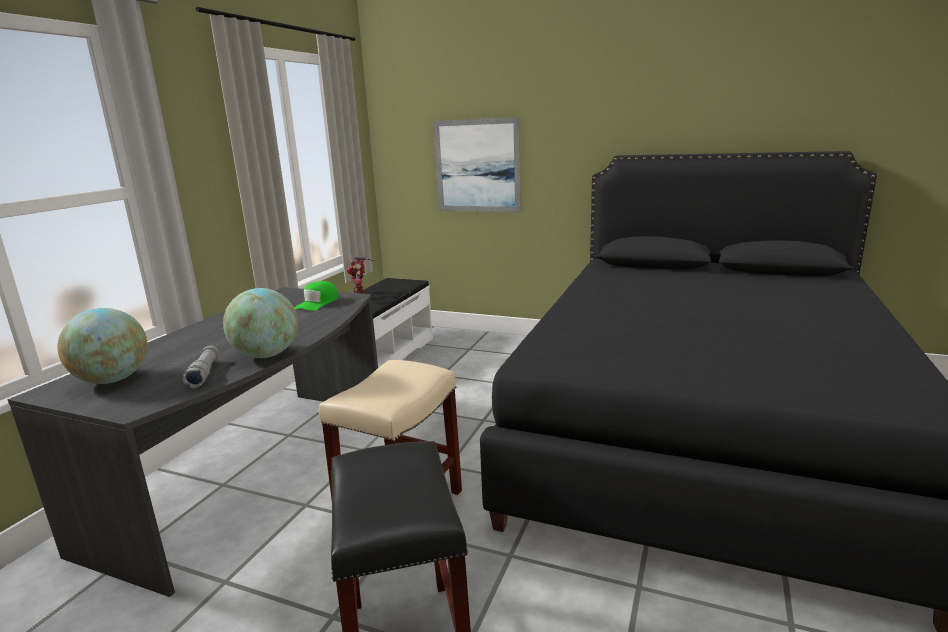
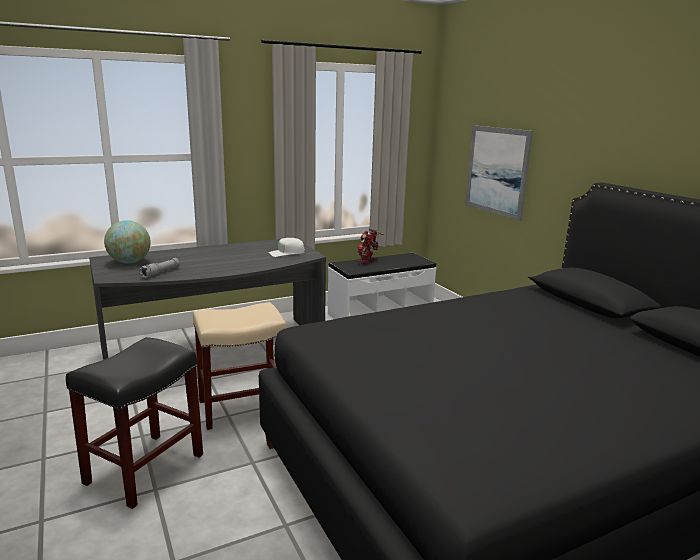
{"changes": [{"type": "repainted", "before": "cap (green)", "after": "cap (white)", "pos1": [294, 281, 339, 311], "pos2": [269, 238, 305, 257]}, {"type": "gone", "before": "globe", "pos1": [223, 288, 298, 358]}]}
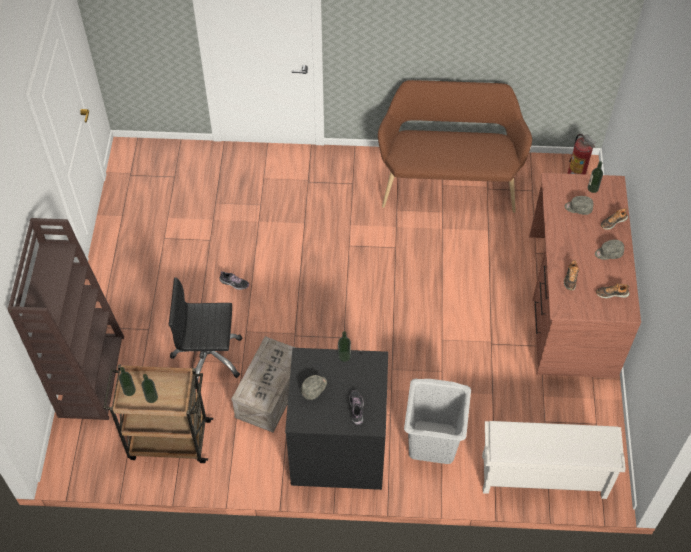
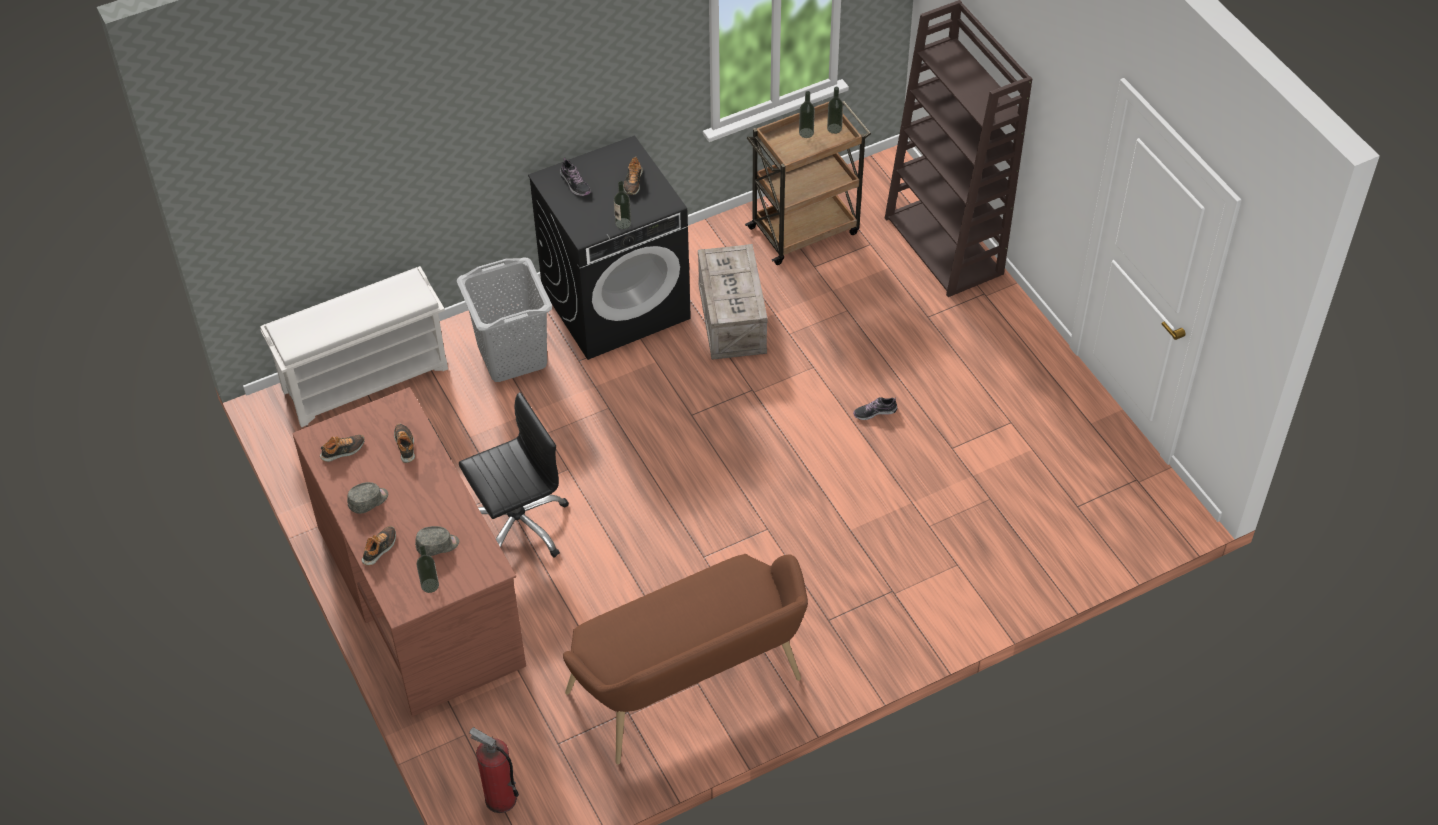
{"changes": [{"type": "shifted", "before": "office chair (black)", "pos1": [169, 278, 243, 389], "pos2": [459, 392, 569, 558]}, {"type": "swapped", "before": "cap (grey)", "after": "shoe", "pos1": [301, 375, 327, 400], "pos2": [624, 157, 643, 195]}]}
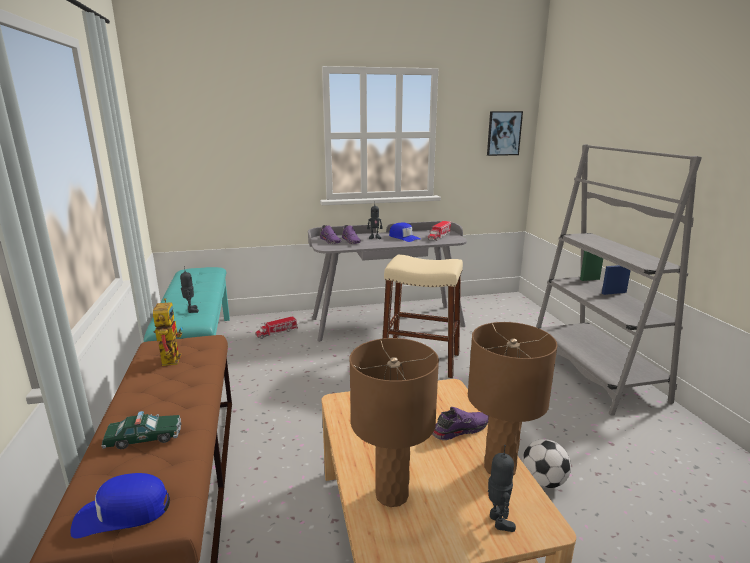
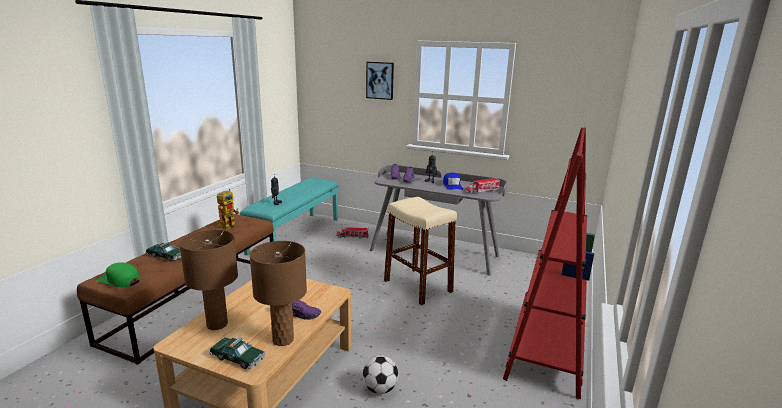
{"changes": [{"type": "shifted", "before": "picture", "pos1": [487, 111, 523, 156], "pos2": [366, 62, 394, 100]}, {"type": "repainted", "before": "bookcase (grey)", "after": "bookcase (red)", "pos1": [536, 144, 702, 415], "pos2": [503, 128, 595, 399]}, {"type": "swapped", "before": "toy robot", "after": "toy car", "pos1": [488, 445, 516, 532], "pos2": [209, 337, 265, 369]}, {"type": "repainted", "before": "cap (blue)", "after": "cap (green)", "pos1": [70, 473, 170, 539], "pos2": [97, 262, 140, 287]}]}
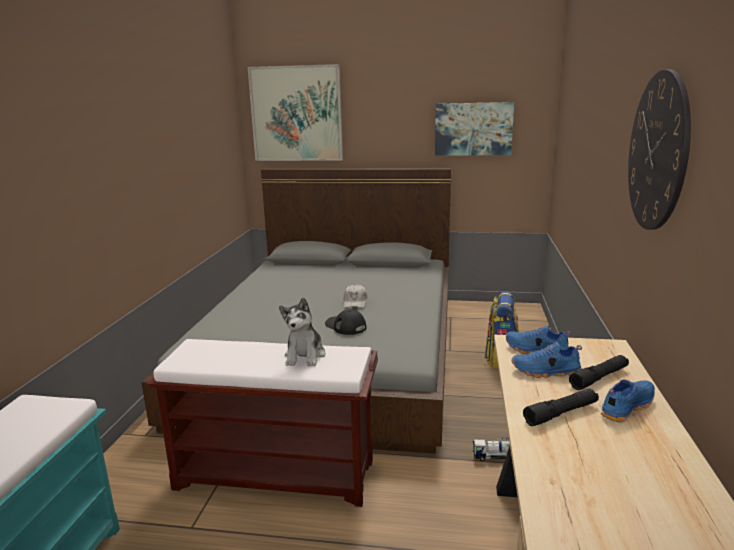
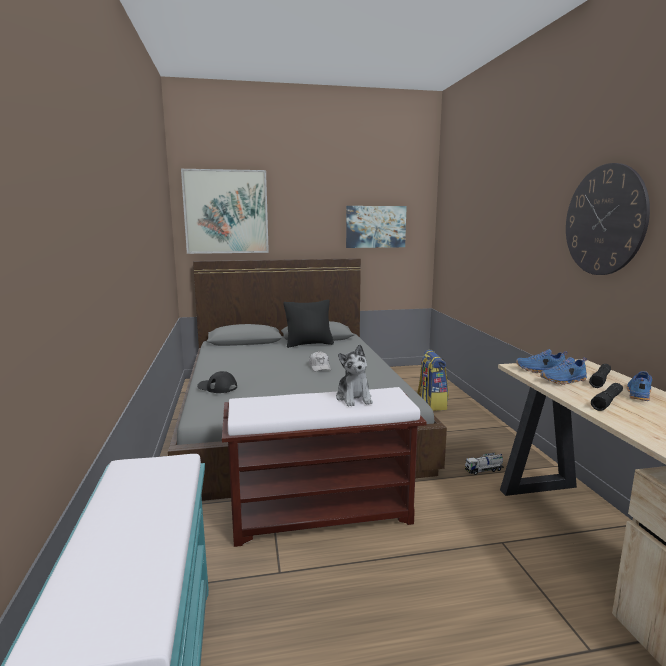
{"changes": [{"type": "shifted", "before": "cap (black)", "pos1": [325, 309, 366, 335], "pos2": [197, 371, 237, 393]}, {"type": "new", "after": "pillow (black)", "pos2": [284, 300, 334, 348]}]}
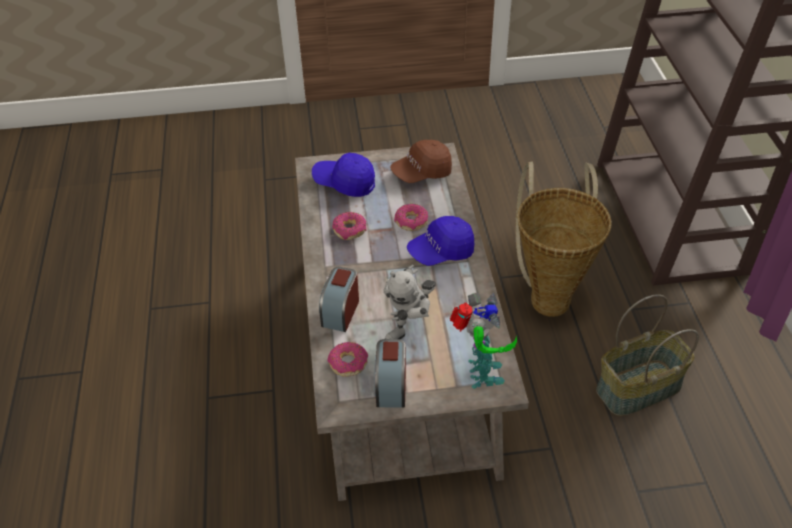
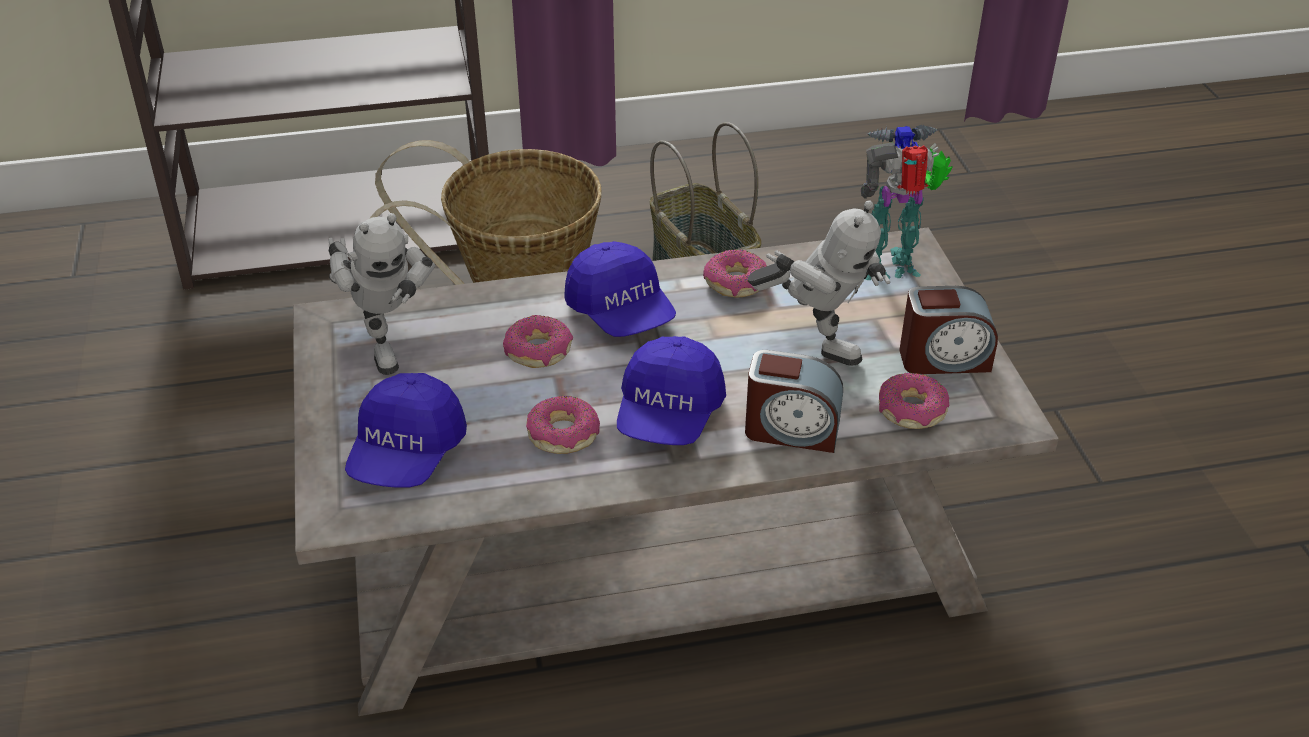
{"changes": [{"type": "swapped", "before": "cap (brown)", "after": "toy robot", "pos1": [390, 140, 452, 183], "pos2": [329, 213, 435, 375]}, {"type": "new", "after": "donut", "pos2": [703, 249, 767, 297]}, {"type": "new", "after": "cap (blue)", "pos2": [617, 336, 726, 445]}]}
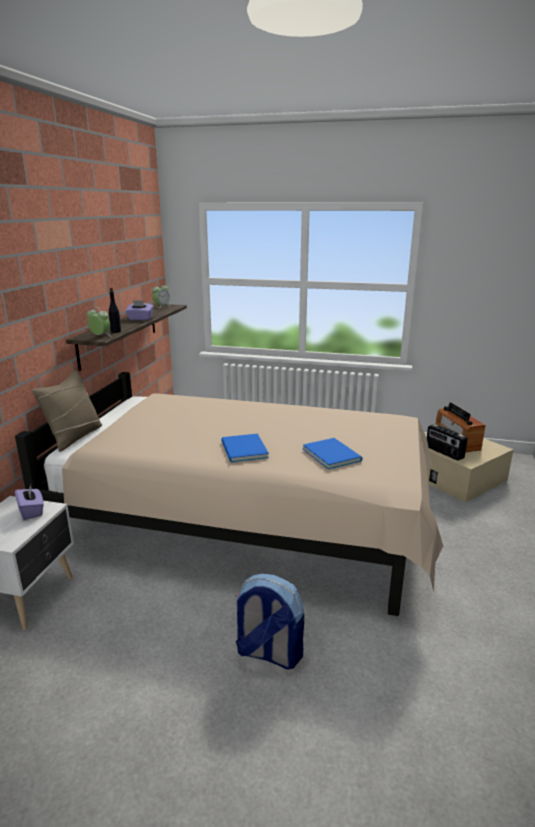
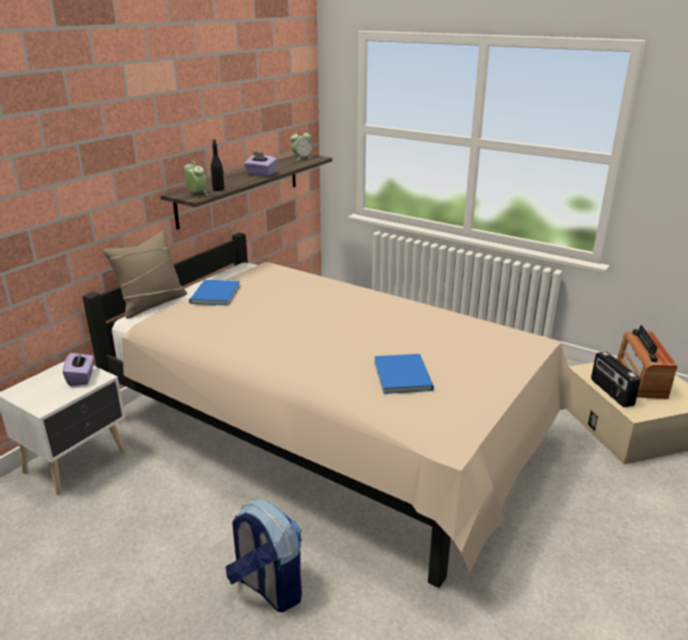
{"changes": [{"type": "shifted", "before": "book (blue)", "pos1": [221, 434, 269, 462], "pos2": [189, 280, 240, 305]}]}
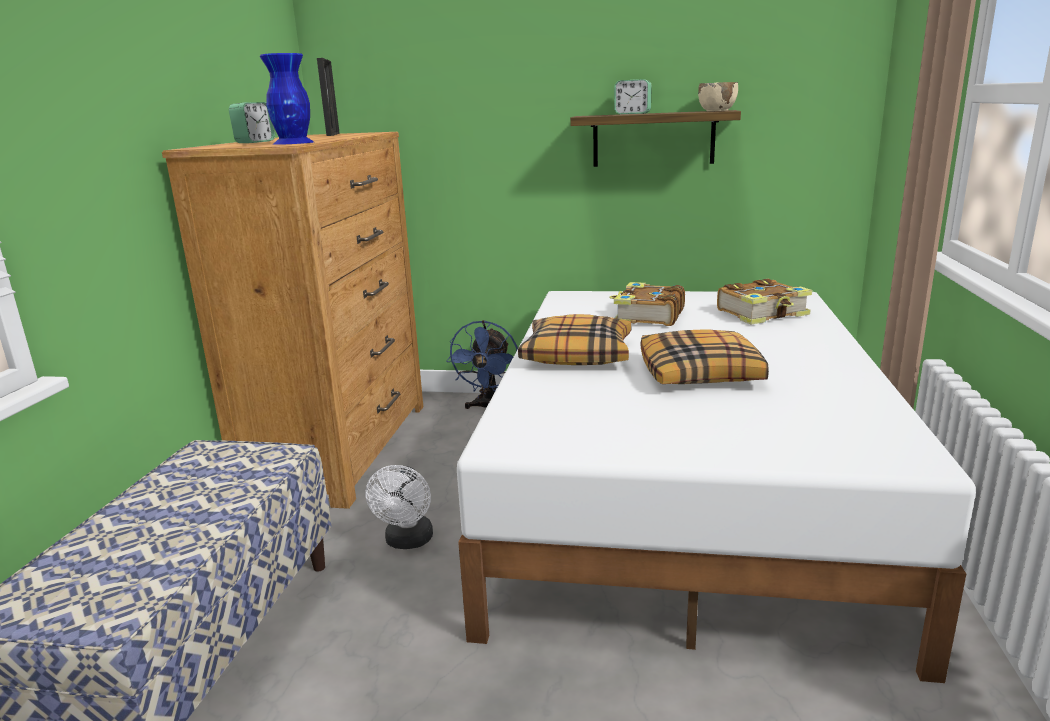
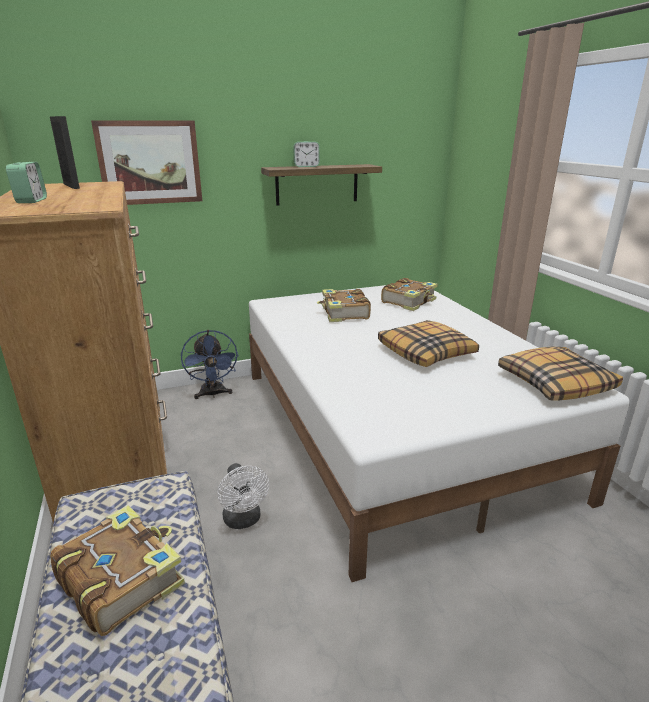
{"changes": [{"type": "gone", "before": "vase (blue)", "pos1": [260, 53, 314, 145]}, {"type": "gone", "before": "bowl (beige)", "pos1": [698, 82, 738, 111]}, {"type": "shifted", "before": "pillow", "pos1": [518, 314, 632, 365], "pos2": [498, 346, 623, 401]}, {"type": "new", "after": "picture", "pos2": [91, 120, 202, 205]}, {"type": "new", "after": "book", "pos2": [50, 505, 185, 636]}]}
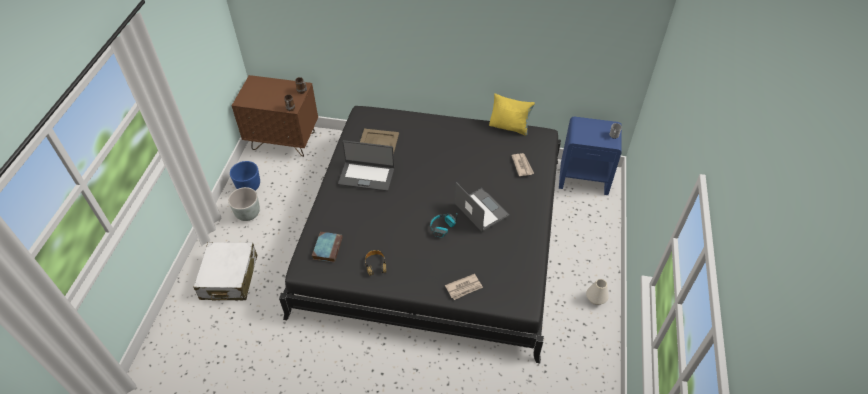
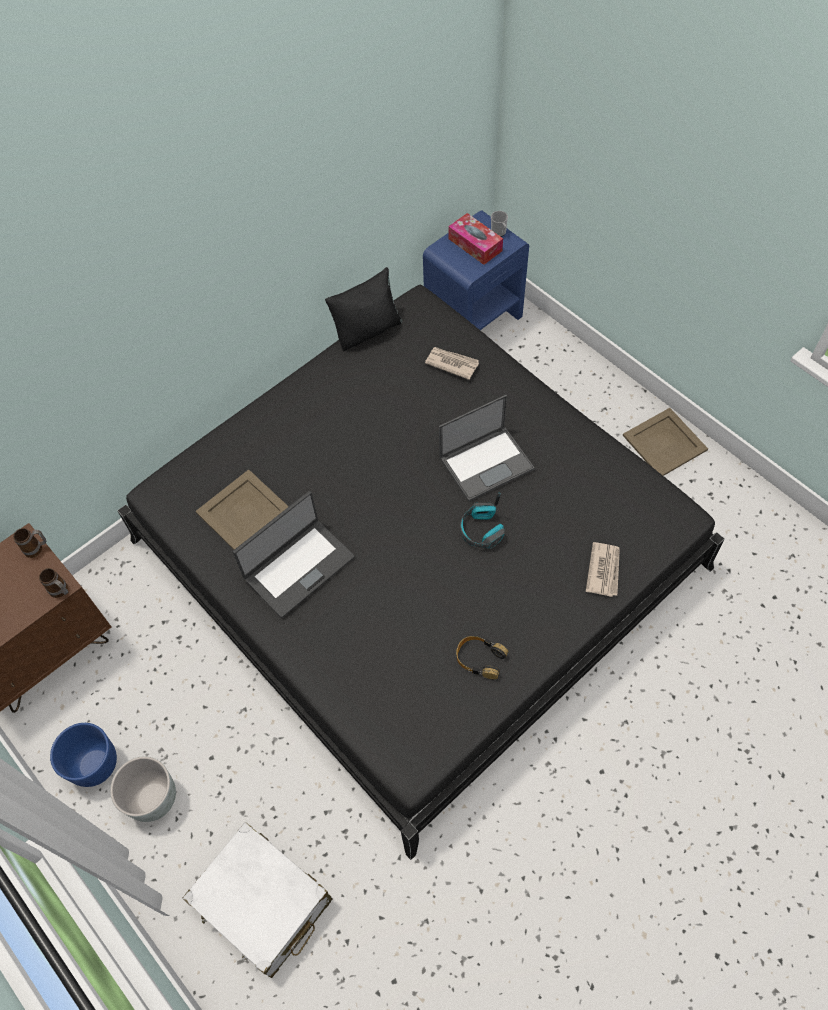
{"changes": [{"type": "repainted", "before": "pillow (yellow)", "after": "pillow (black)", "pos1": [489, 93, 535, 136], "pos2": [325, 267, 402, 351]}, {"type": "rotated", "before": "laptop", "pos1": [455, 182, 509, 232], "pos2": [439, 395, 534, 501], "turn": 150}, {"type": "gone", "before": "book", "pos1": [312, 232, 343, 262]}, {"type": "swapped", "before": "vase (white)", "after": "tray (beige)", "pos1": [586, 279, 609, 305], "pos2": [623, 408, 708, 476]}, {"type": "new", "after": "tissue box", "pos2": [448, 213, 503, 265]}]}
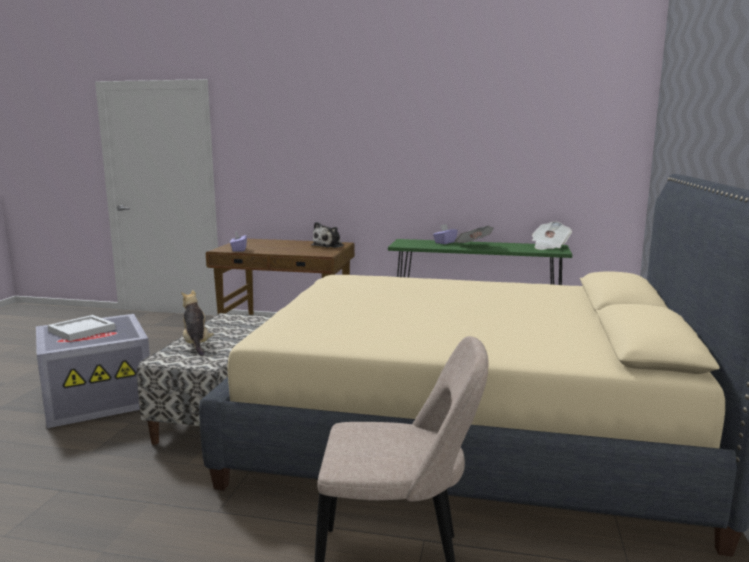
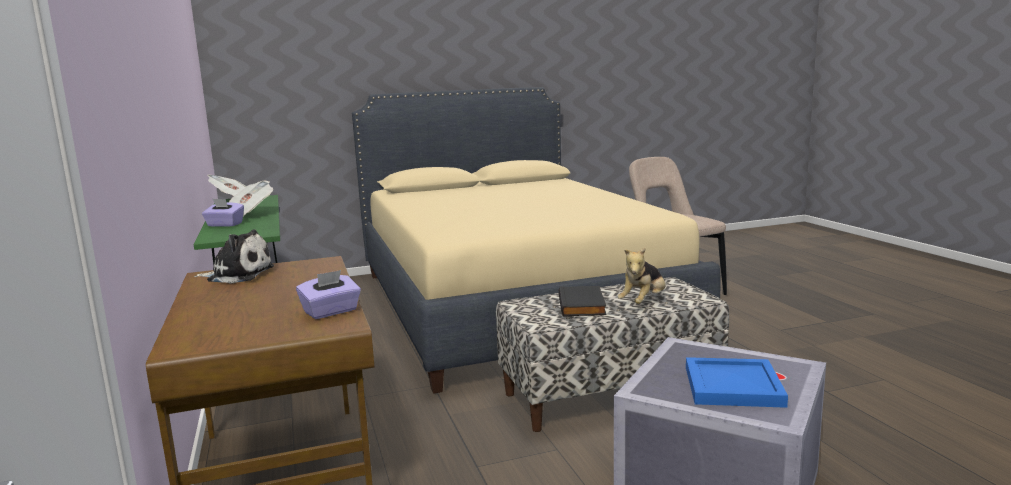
{"changes": [{"type": "repainted", "before": "tray (white)", "after": "tray (blue)", "pos1": [47, 315, 116, 341], "pos2": [686, 357, 788, 408]}, {"type": "new", "after": "book (black)", "pos2": [559, 286, 607, 317]}]}
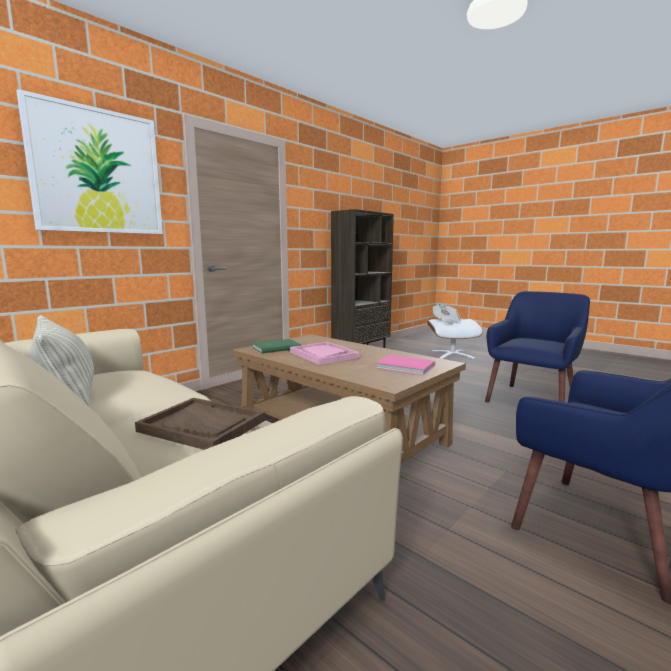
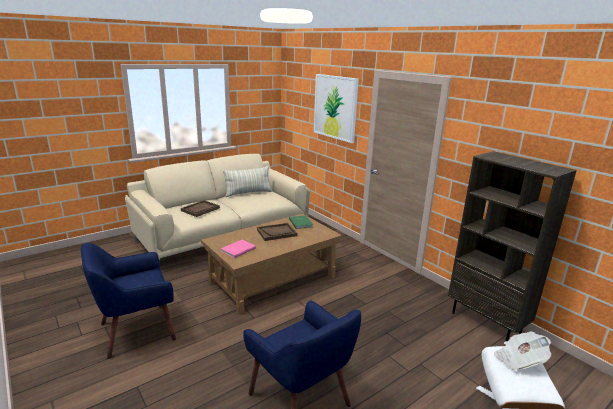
{"changes": [{"type": "repainted", "before": "tray (pink)", "after": "tray (brown)", "pos1": [290, 342, 360, 365], "pos2": [257, 223, 297, 241]}]}
